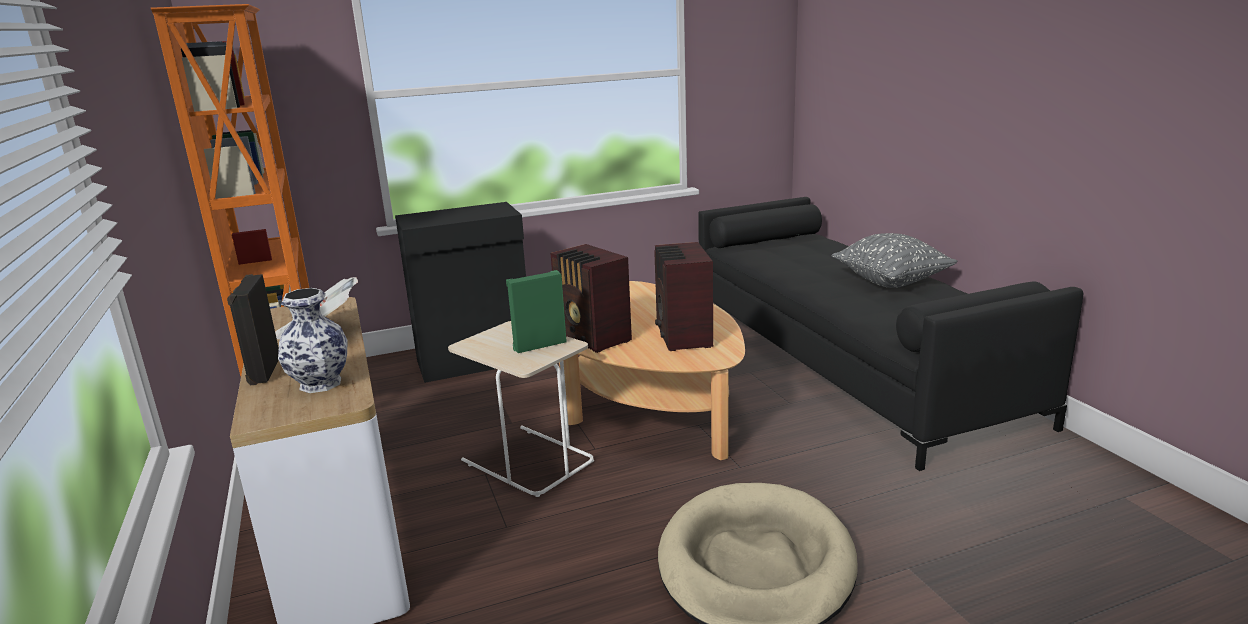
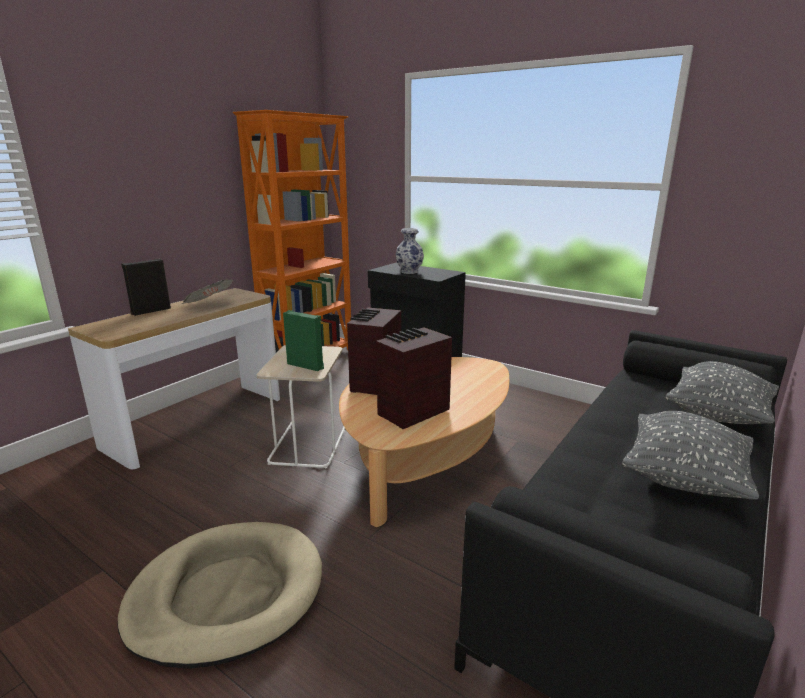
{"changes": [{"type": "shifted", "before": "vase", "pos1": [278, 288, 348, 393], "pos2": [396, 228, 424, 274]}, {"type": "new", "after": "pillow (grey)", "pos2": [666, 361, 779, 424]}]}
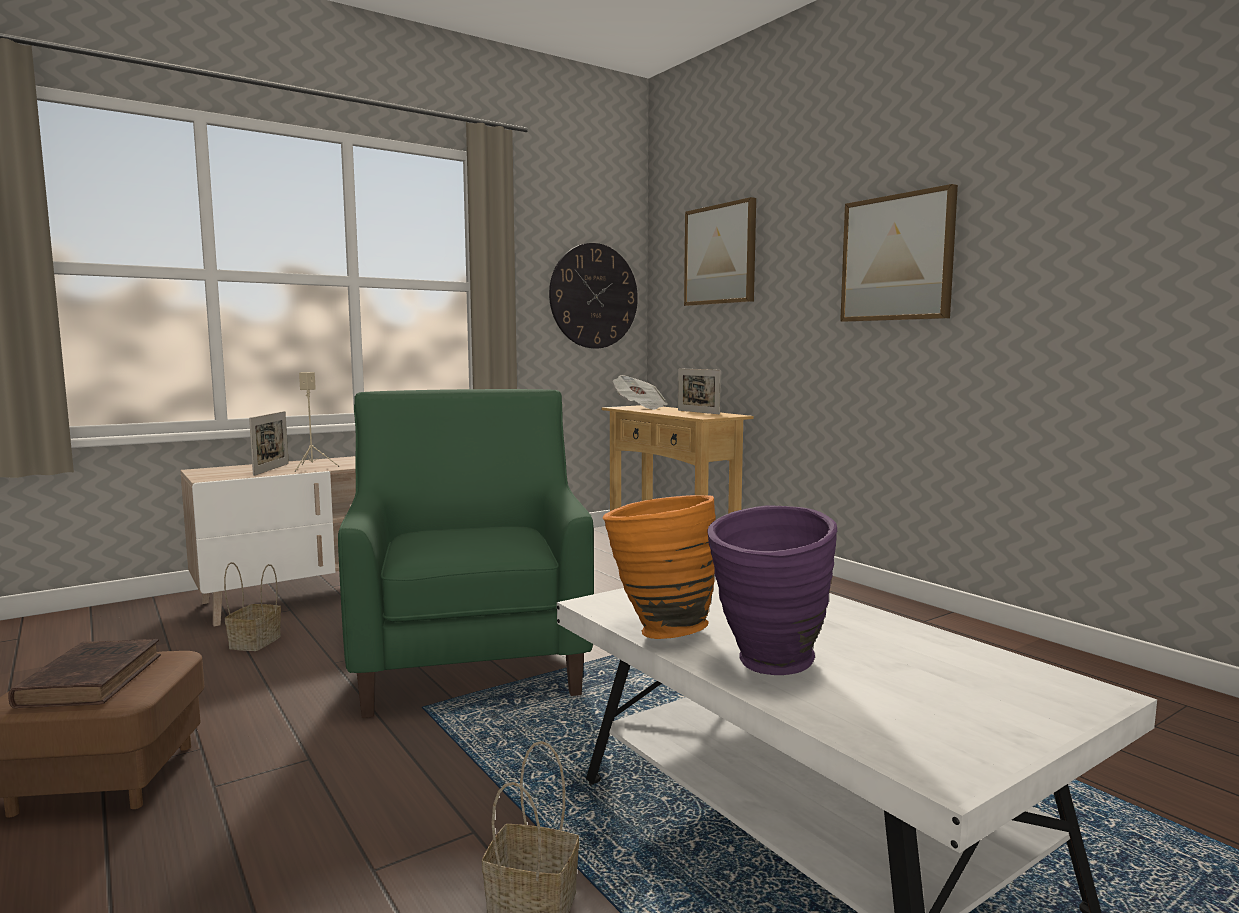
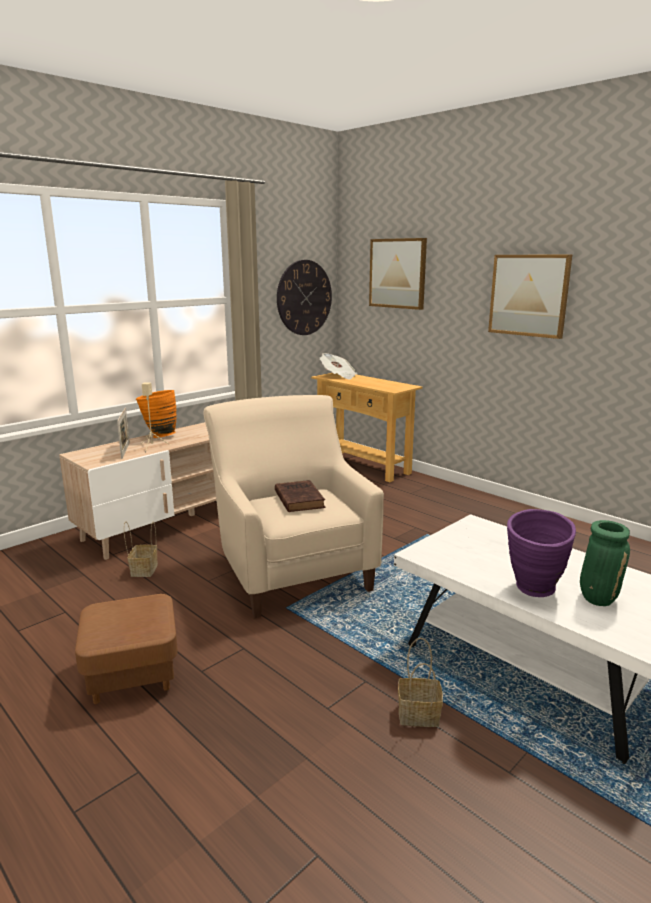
{"changes": [{"type": "gone", "before": "picture frame", "pos1": [678, 368, 721, 414]}, {"type": "repainted", "before": "armchair (green)", "after": "armchair (beige)", "pos1": [338, 389, 594, 718], "pos2": [203, 395, 384, 618]}, {"type": "shifted", "before": "vase (orange)", "pos1": [602, 495, 716, 639], "pos2": [136, 390, 176, 438]}, {"type": "shifted", "before": "book (brown)", "pos1": [8, 639, 161, 709], "pos2": [275, 480, 325, 512]}, {"type": "new", "after": "vase (green)", "pos2": [580, 520, 630, 606]}]}
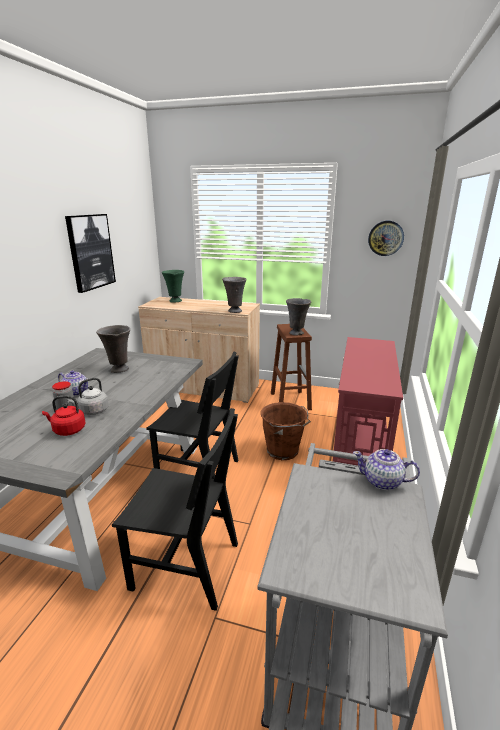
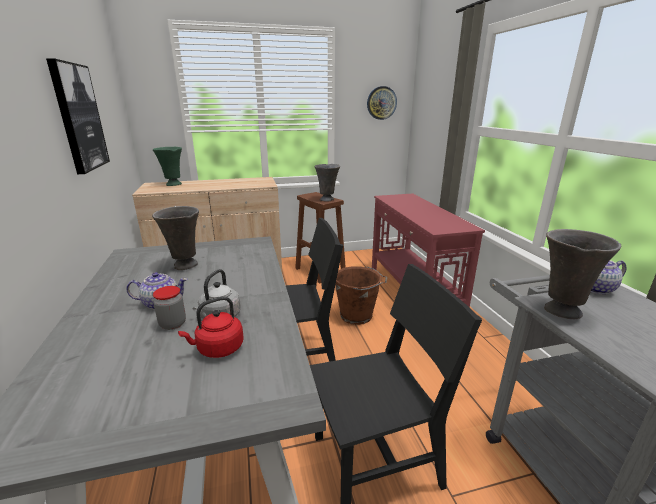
{"changes": [{"type": "shifted", "before": "vase (grey)", "pos1": [222, 277, 247, 313], "pos2": [544, 229, 621, 319]}]}
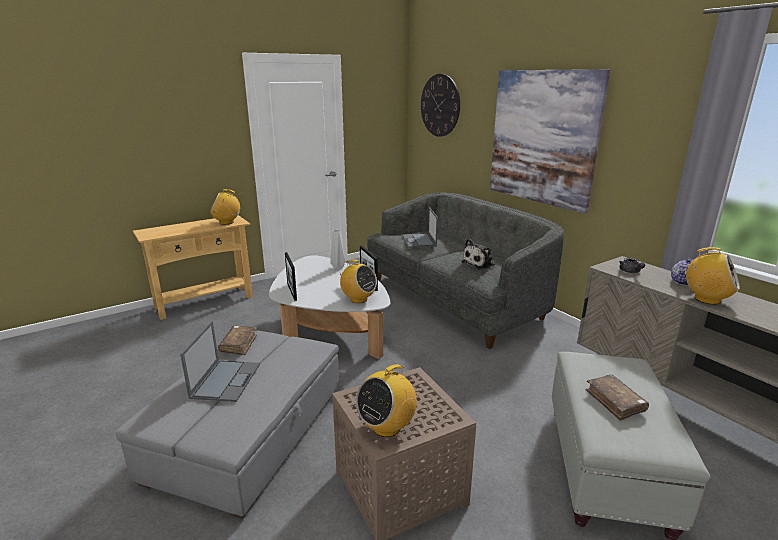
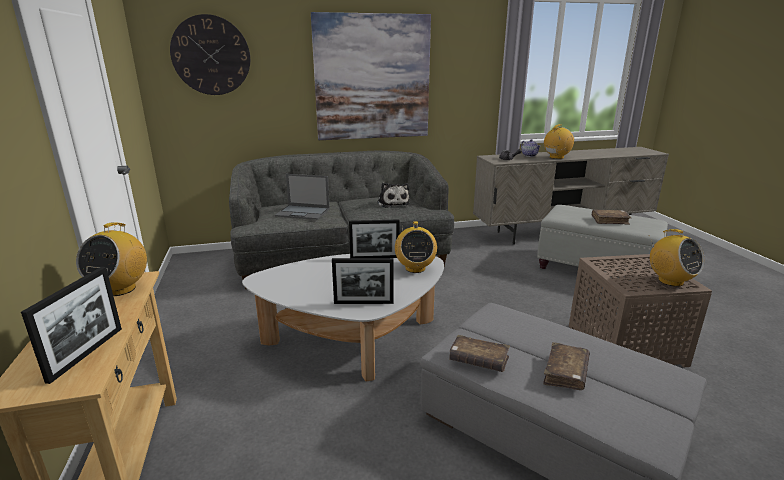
{"changes": [{"type": "gone", "before": "vase (grey)", "pos1": [330, 229, 345, 269]}, {"type": "rotated", "before": "radio", "pos1": [338, 259, 377, 303], "pos2": [395, 221, 437, 273], "turn": 120}, {"type": "swapped", "before": "laptop", "after": "book (brown)", "pos1": [180, 321, 260, 402], "pos2": [543, 342, 590, 390]}, {"type": "new", "after": "picture frame", "pos2": [21, 267, 122, 384]}]}
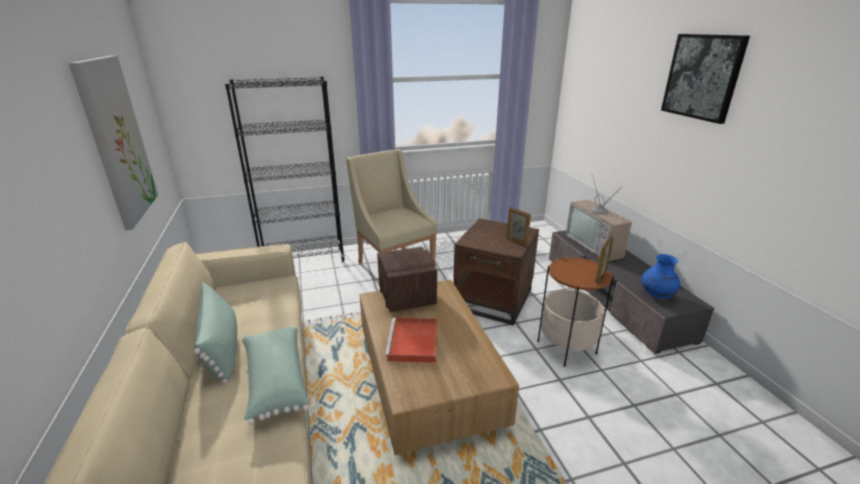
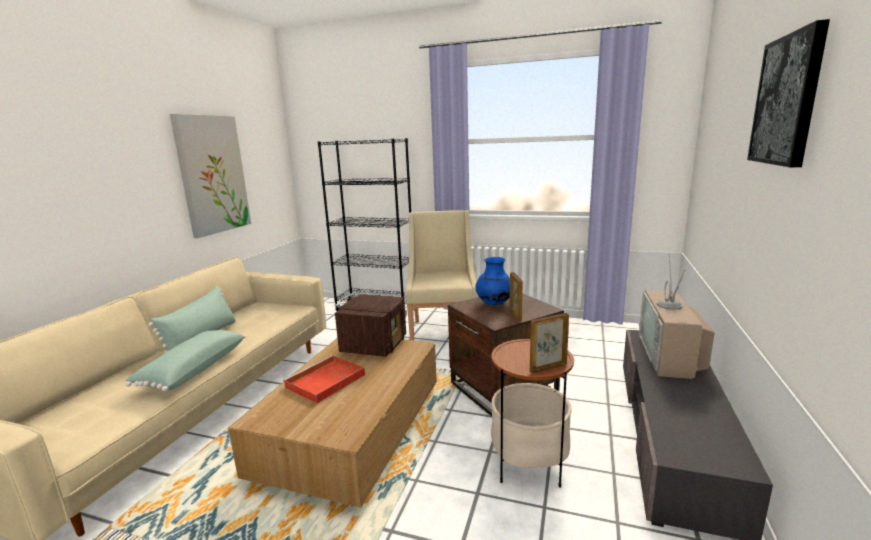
{"changes": [{"type": "shifted", "before": "vase (blue)", "pos1": [641, 254, 681, 299], "pos2": [476, 257, 510, 305]}]}
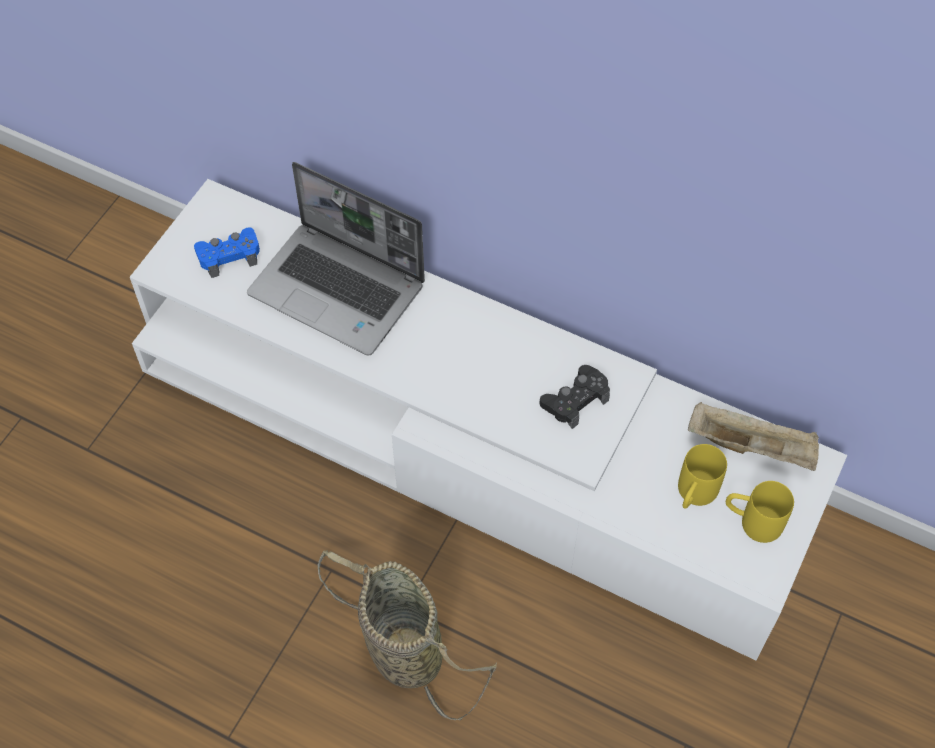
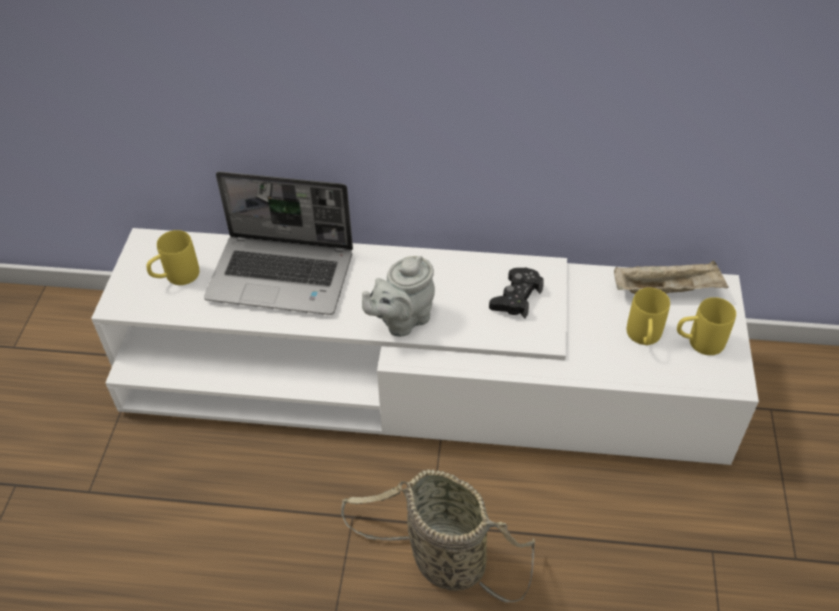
{"changes": [{"type": "swapped", "before": "game controller (blue)", "after": "mug (yellow)", "pos1": [194, 227, 260, 278], "pos2": [146, 230, 199, 285]}, {"type": "new", "after": "teapot (grey)", "pos2": [362, 256, 435, 337]}]}
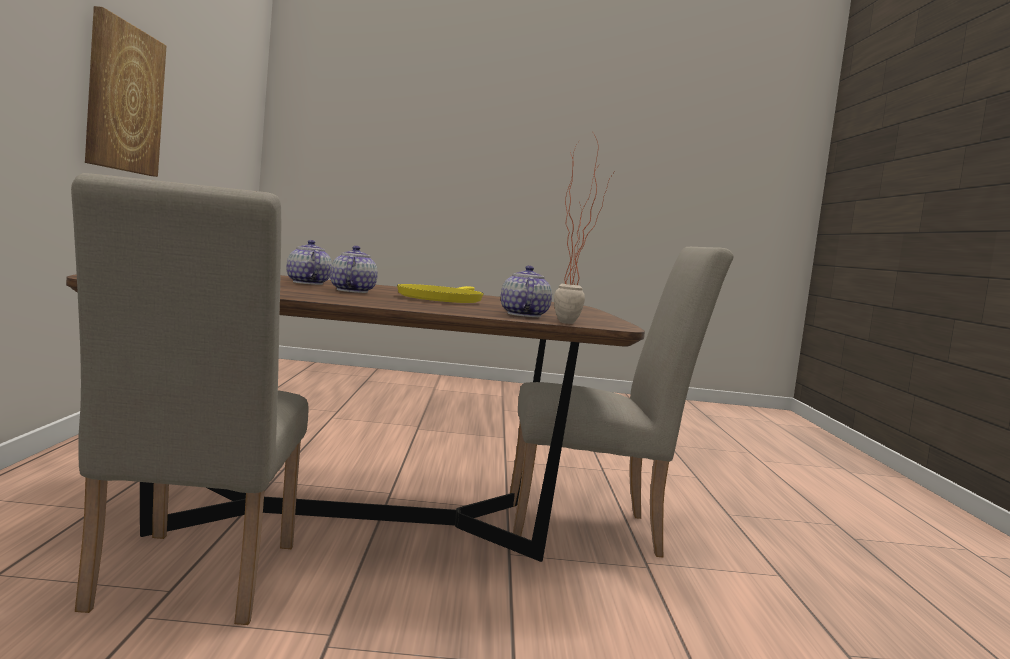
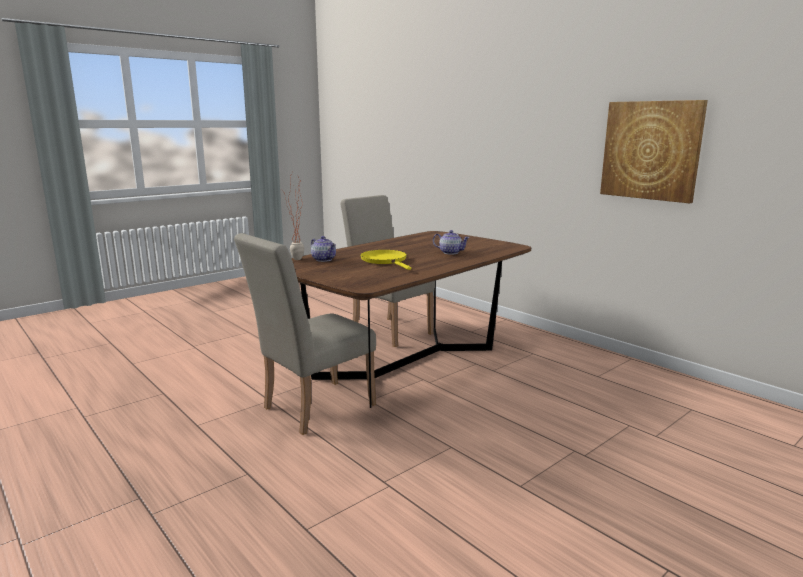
{"changes": [{"type": "gone", "before": "teapot", "pos1": [330, 246, 378, 293]}]}
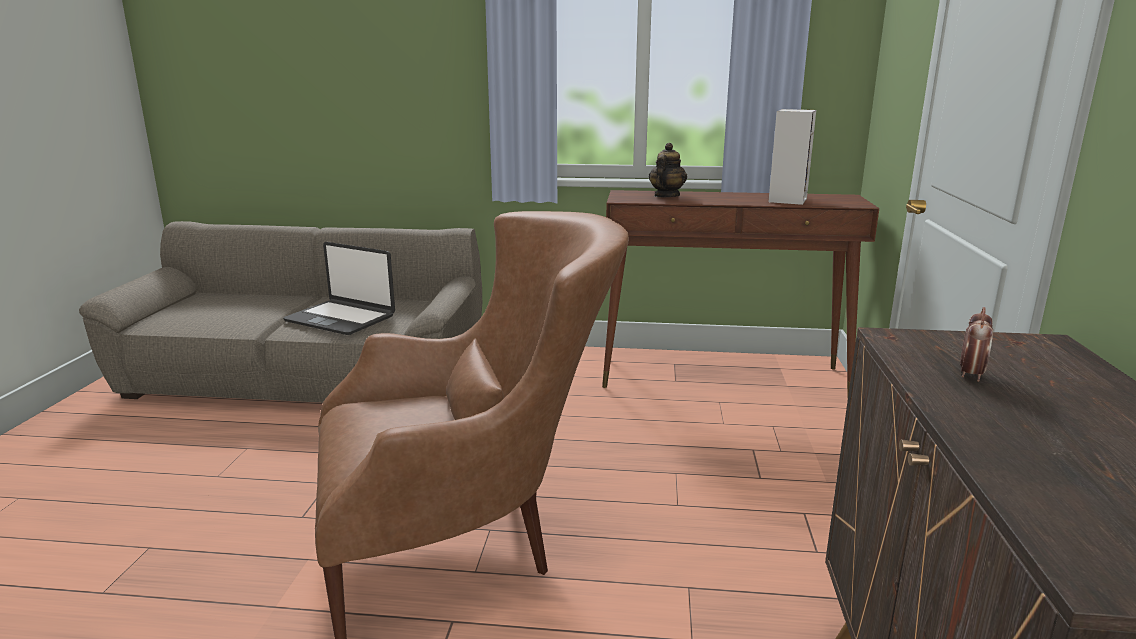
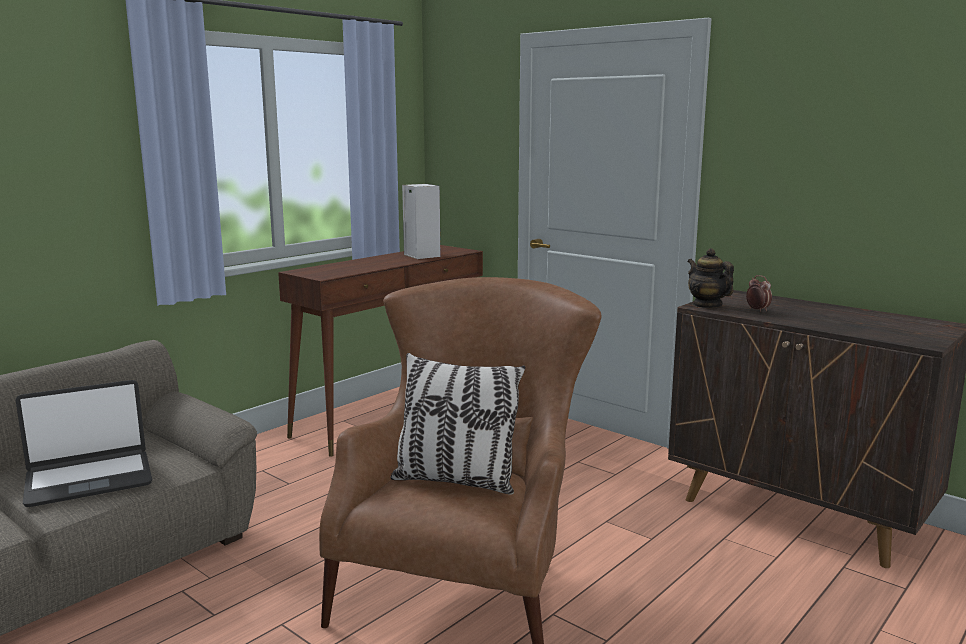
{"changes": [{"type": "shifted", "before": "teapot", "pos1": [649, 143, 687, 197], "pos2": [688, 248, 734, 308]}, {"type": "new", "after": "pillow", "pos2": [390, 353, 525, 494]}]}
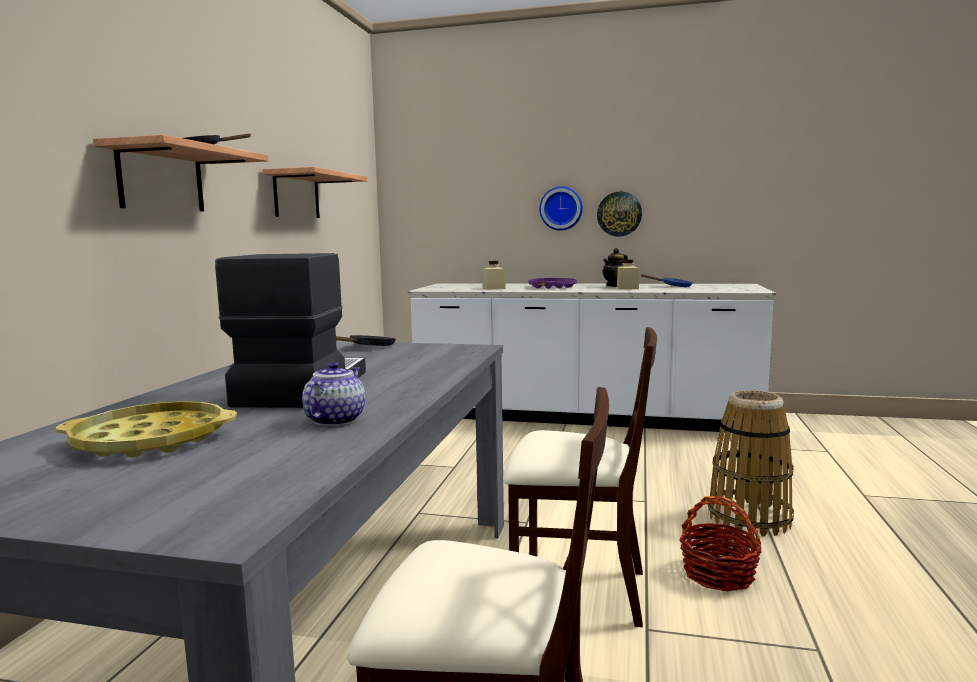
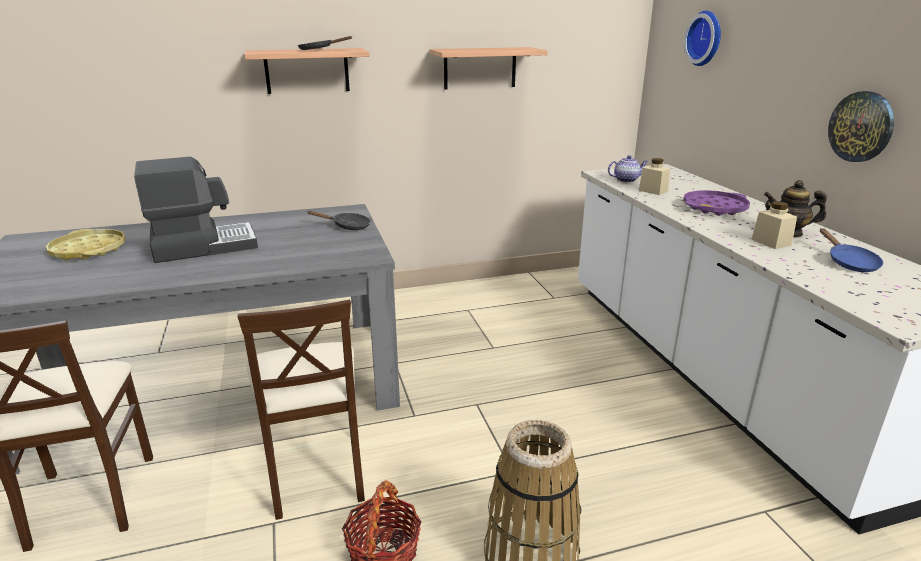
{"changes": [{"type": "shifted", "before": "wall clock", "pos1": [539, 186, 583, 231], "pos2": [684, 11, 721, 66]}, {"type": "shifted", "before": "teapot", "pos1": [302, 362, 365, 426], "pos2": [608, 155, 648, 182]}]}
